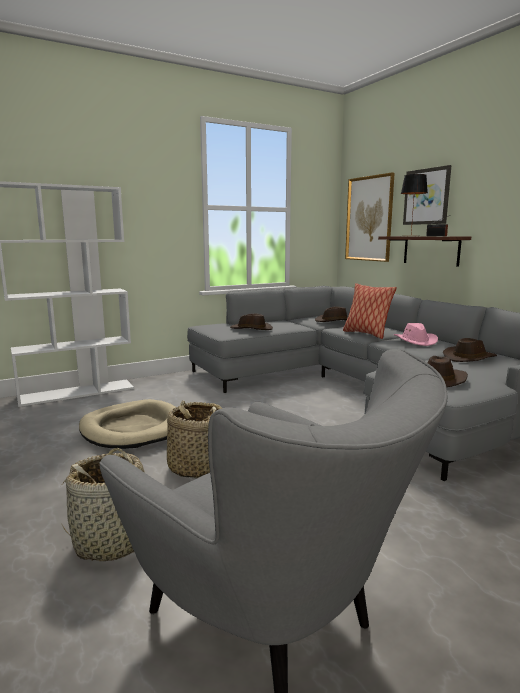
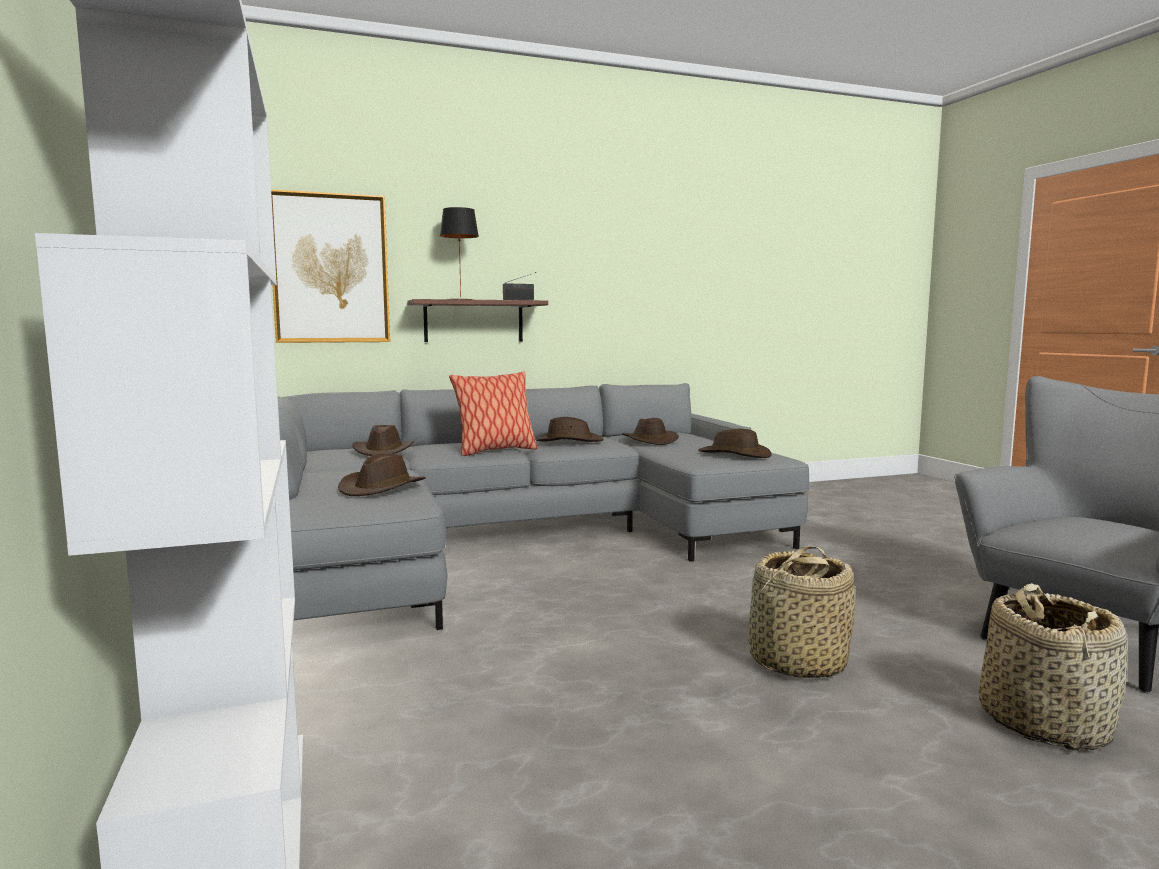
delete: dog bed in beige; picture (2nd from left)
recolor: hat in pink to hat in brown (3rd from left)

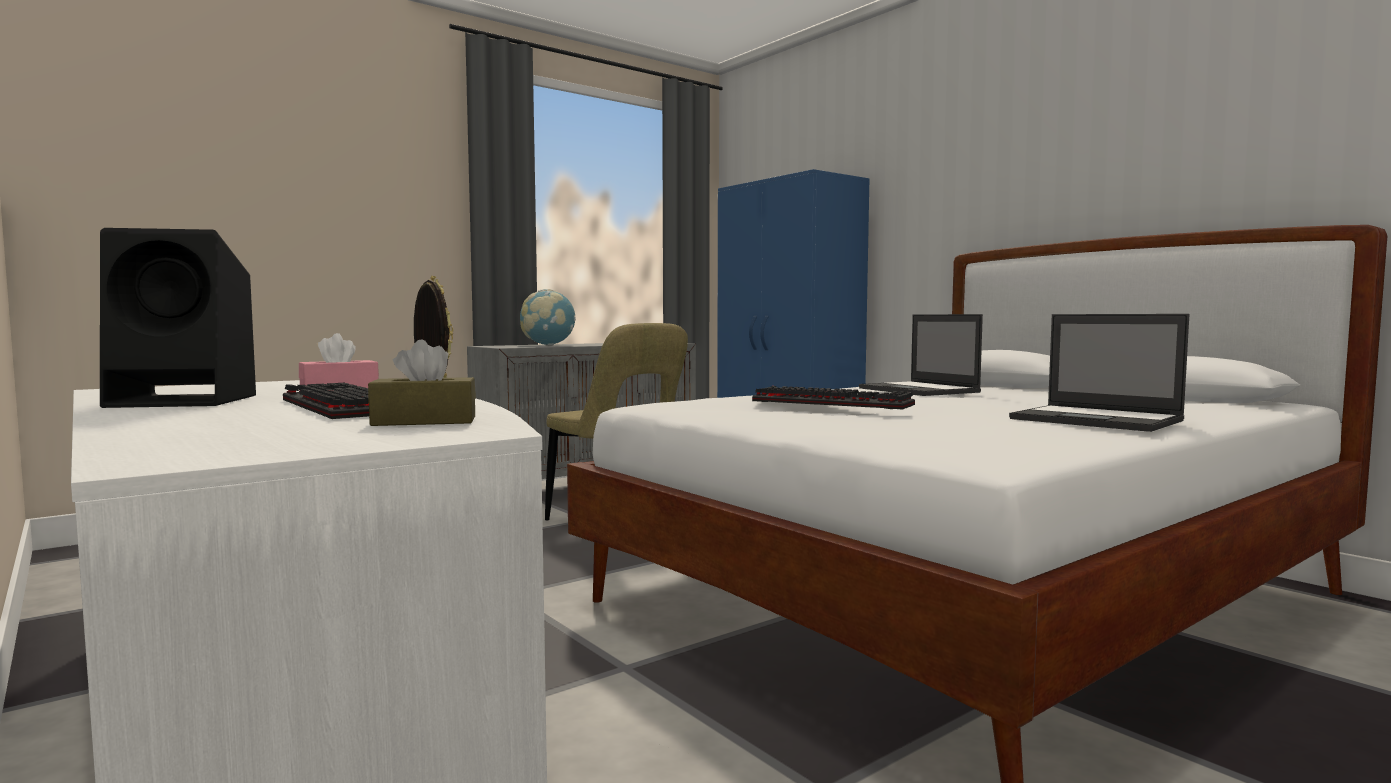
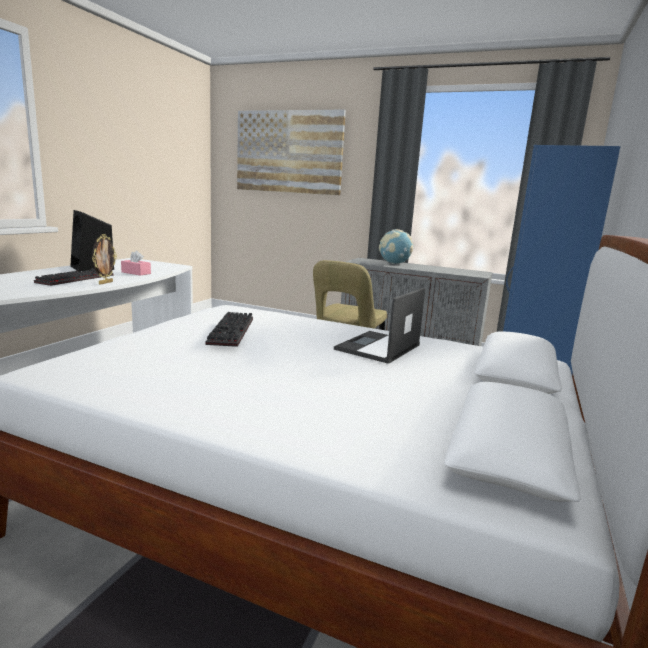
delete: tissue box in brown; laptop (2nd from left)
insert: picture

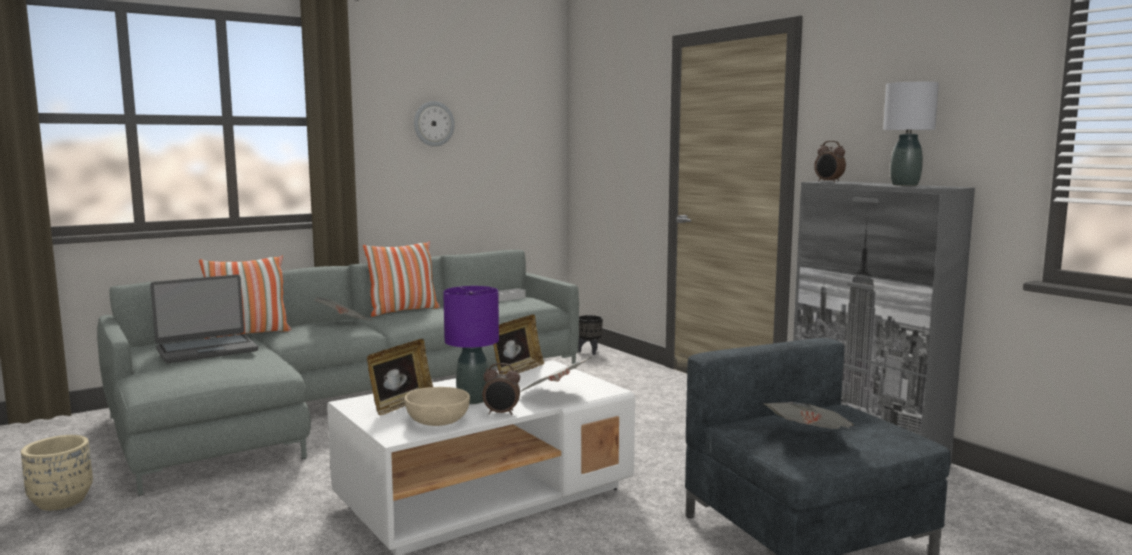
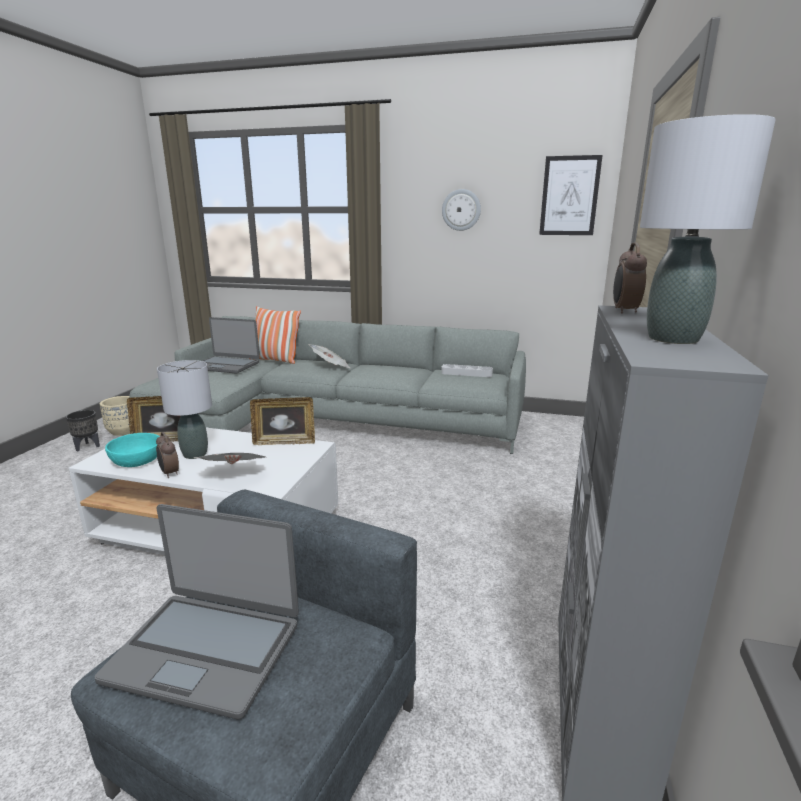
delete: pillow (2nd from left)
insert: picture
move: planter in black
replace: newspaper (3rd from left) to laptop (1st from left)
recolor: bowl in beige to bowl in turquoise; table lamp in purple to table lamp in grey (1st from left)

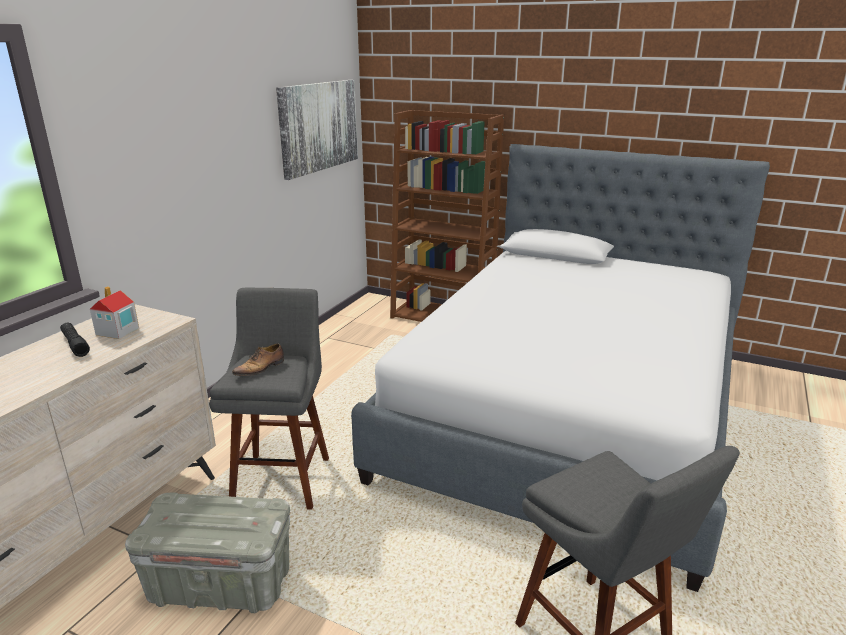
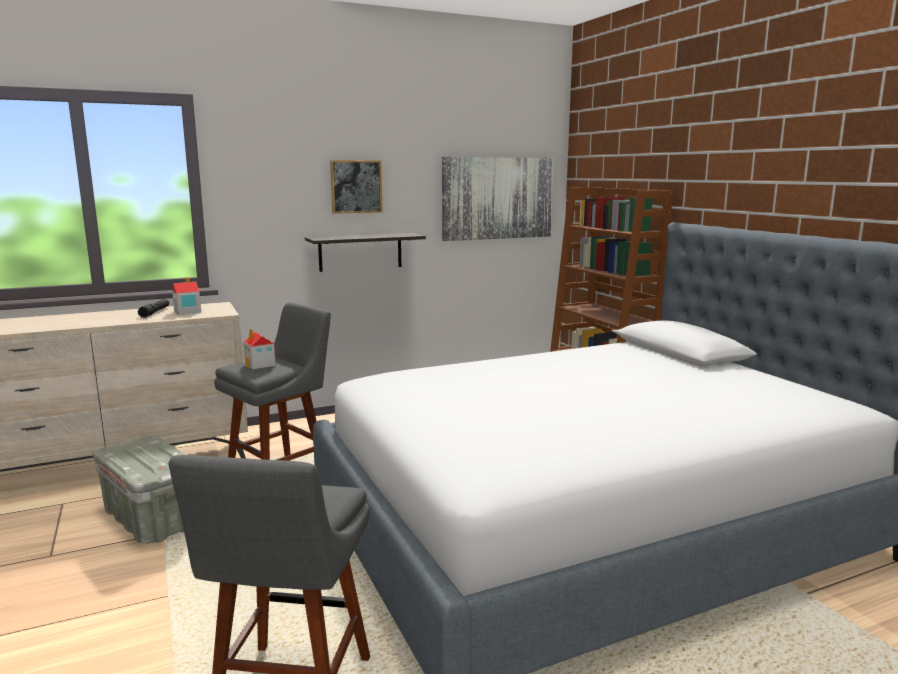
insert: shelf; picture (1st from left)
replace: shoe to toy house (2nd from left)

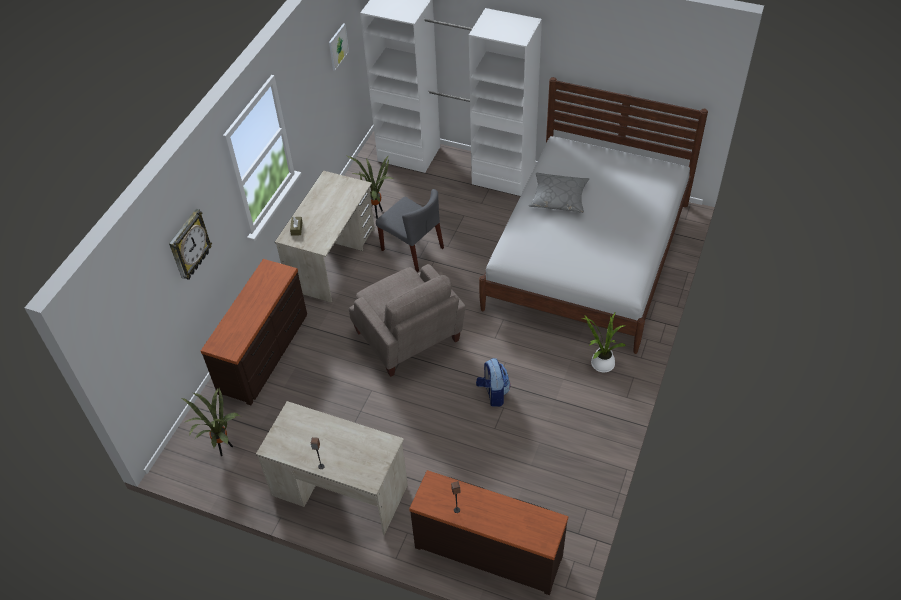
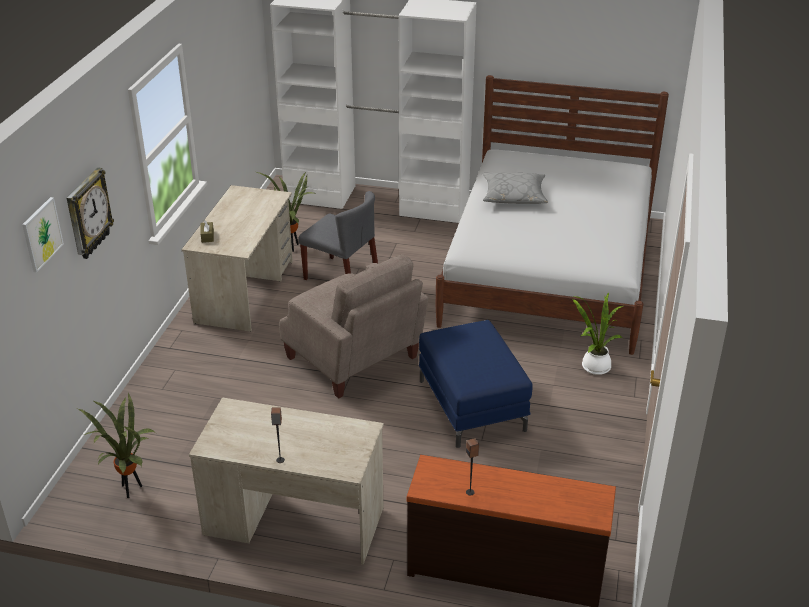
delete: dresser in brown (1st from left)
move: picture
replace: backpack to ottoman in blue

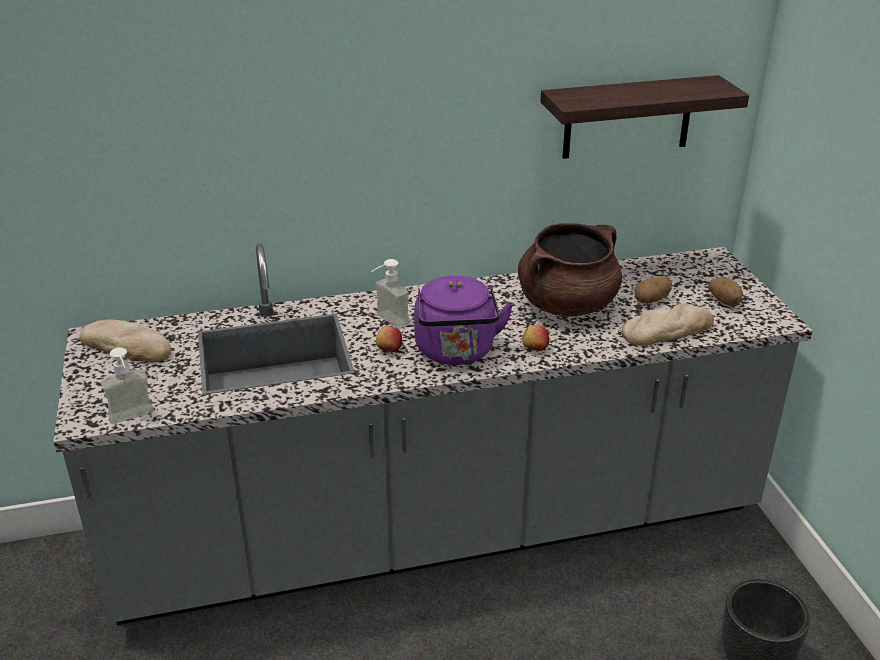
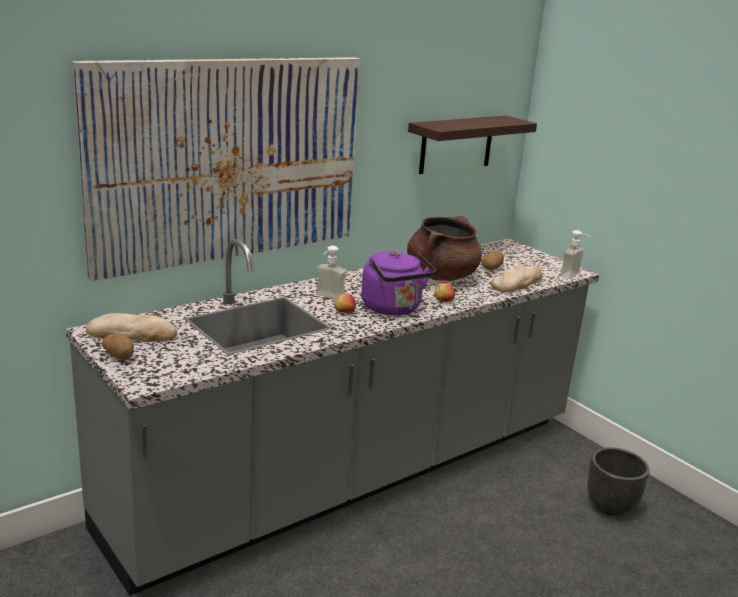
insert: picture
move: soap dispenser (1st from left in the first image) to soap dispenser (2nd from left); potato (2nd from left in the first image) to potato (1st from left)

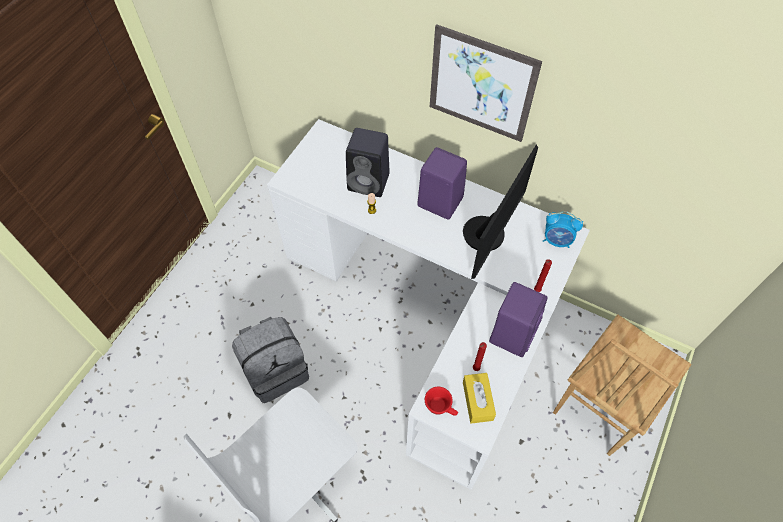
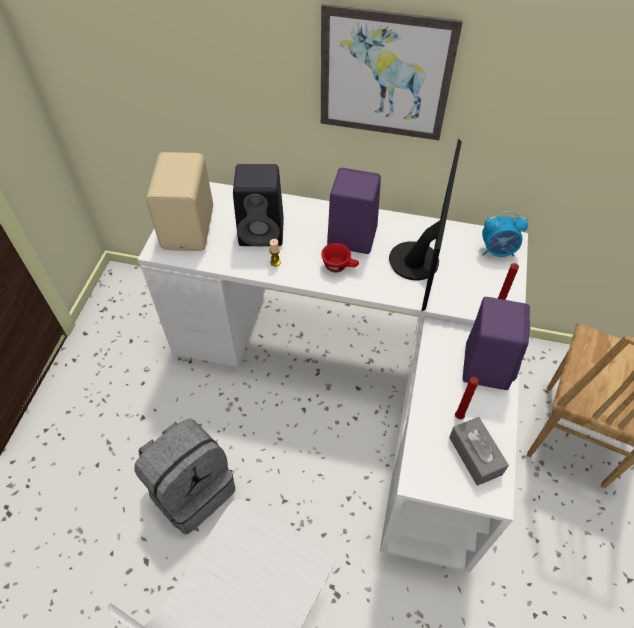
insert: speaker in beige
move: cup in red
recolor: tissue box in yellow to tissue box in grey

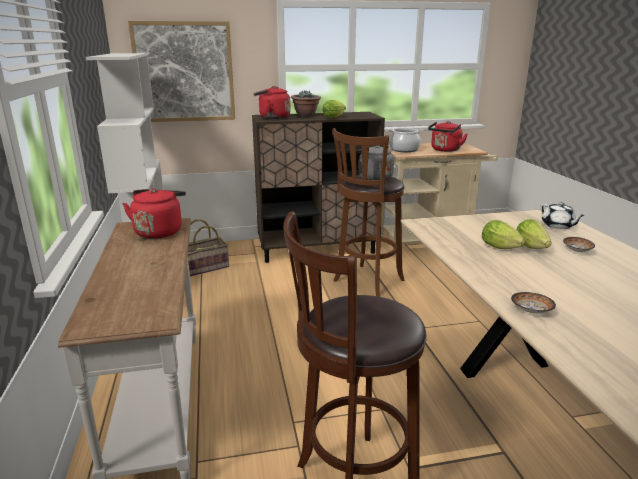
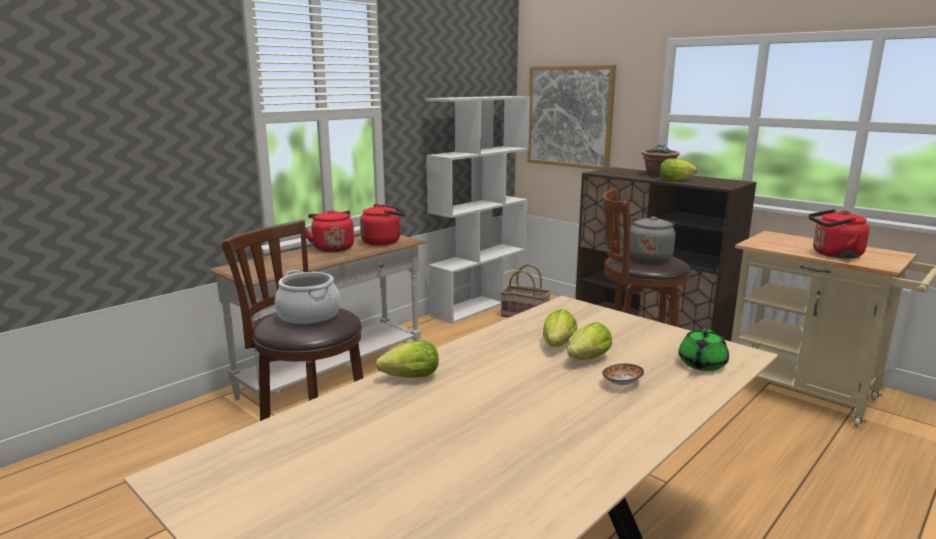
move: kettle in red (2nd from left in the first image) to kettle in red (1st from left); cooking pot
replace: bowl (1st from left) to lettuce (1st from left)
recolor: teapot in white to teapot in green

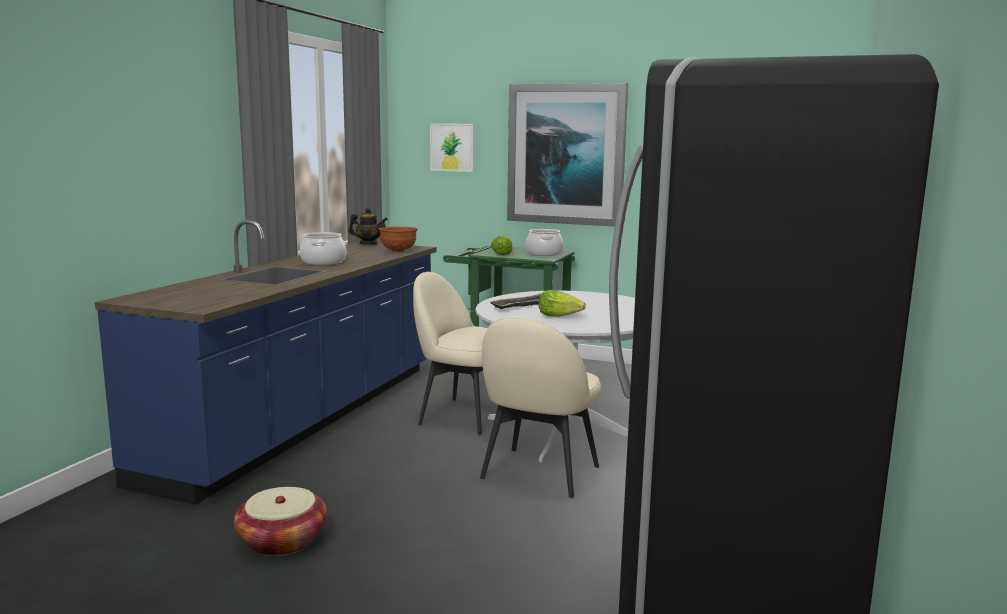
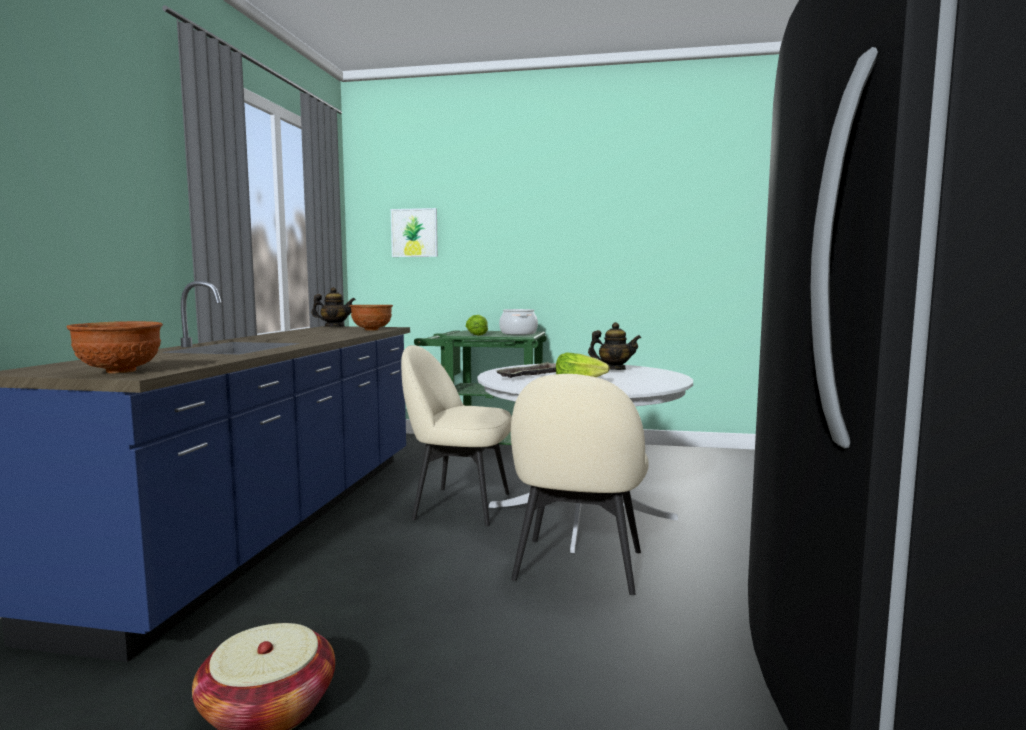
delete: cooking pot (1st from left); picture (2nd from left)
insert: bowl in brown (1st from left); teapot (2nd from left)

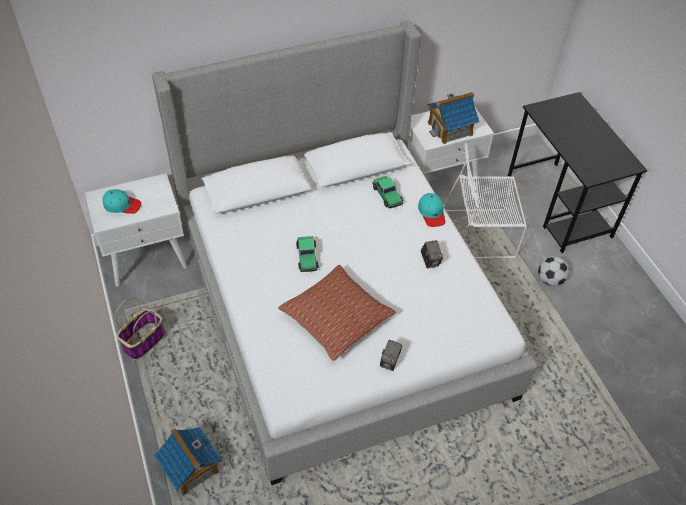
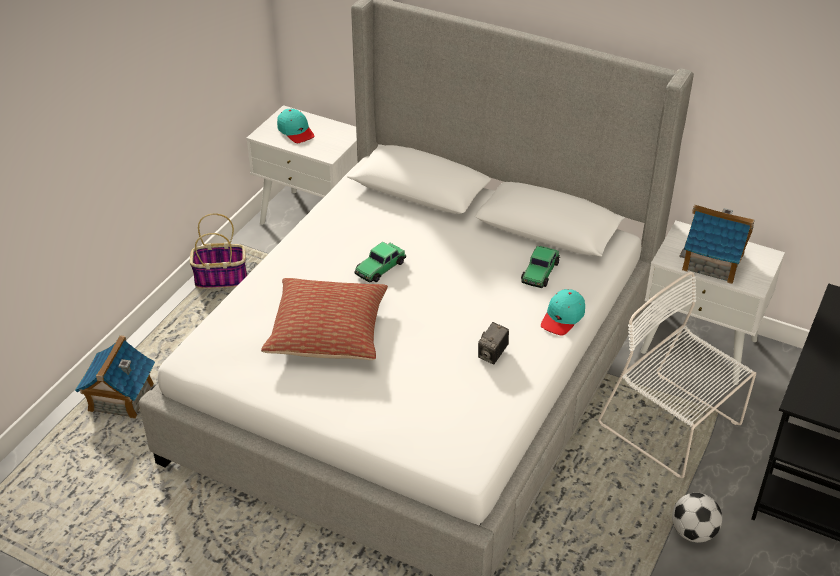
delete: photo camera (1st from left)

